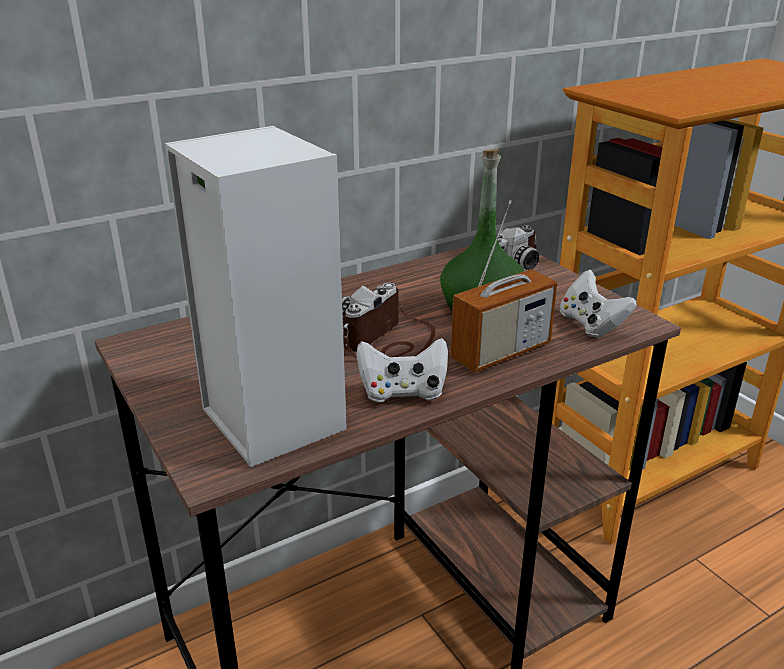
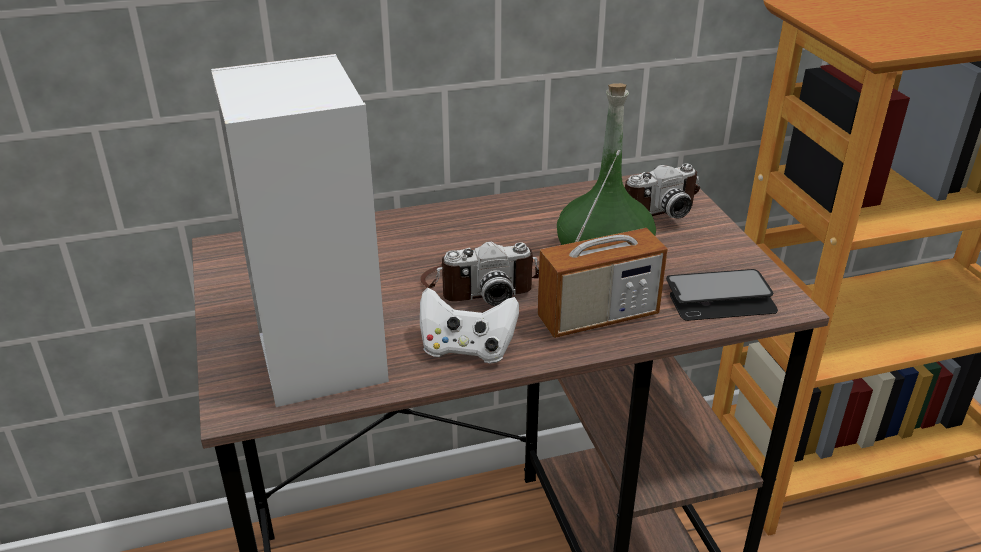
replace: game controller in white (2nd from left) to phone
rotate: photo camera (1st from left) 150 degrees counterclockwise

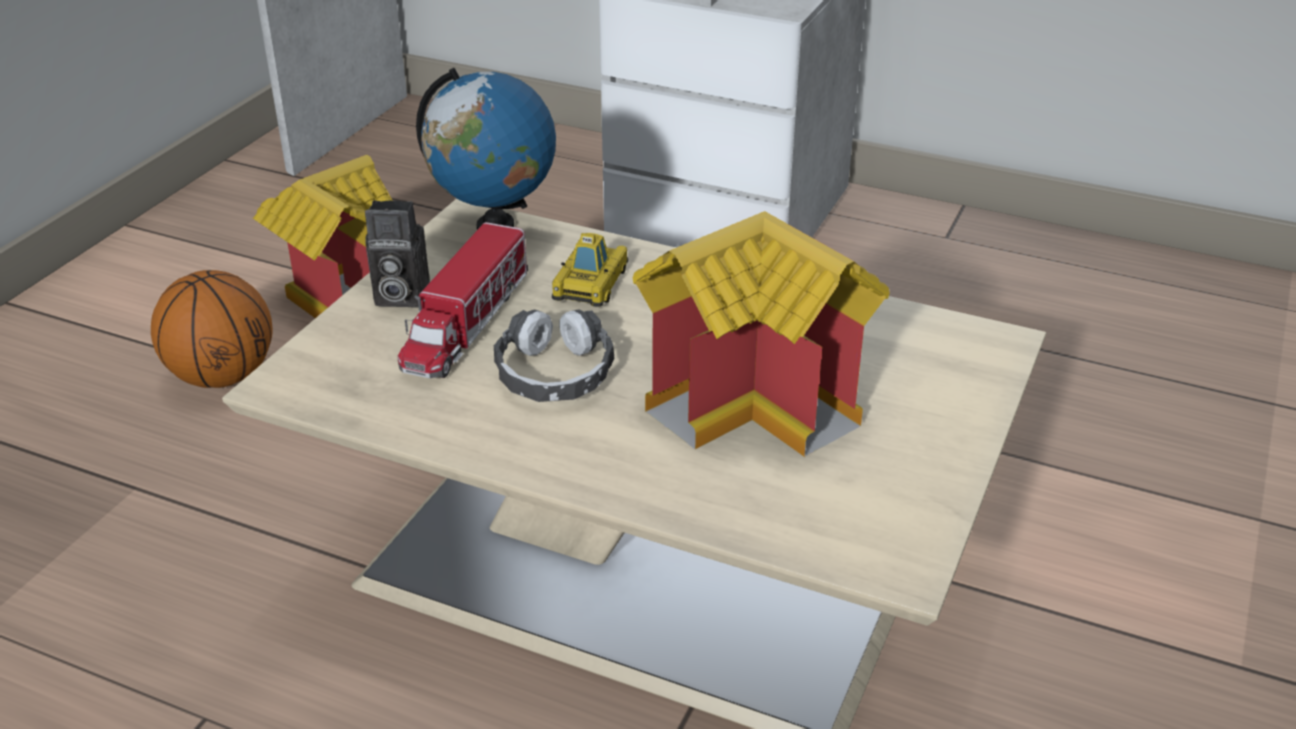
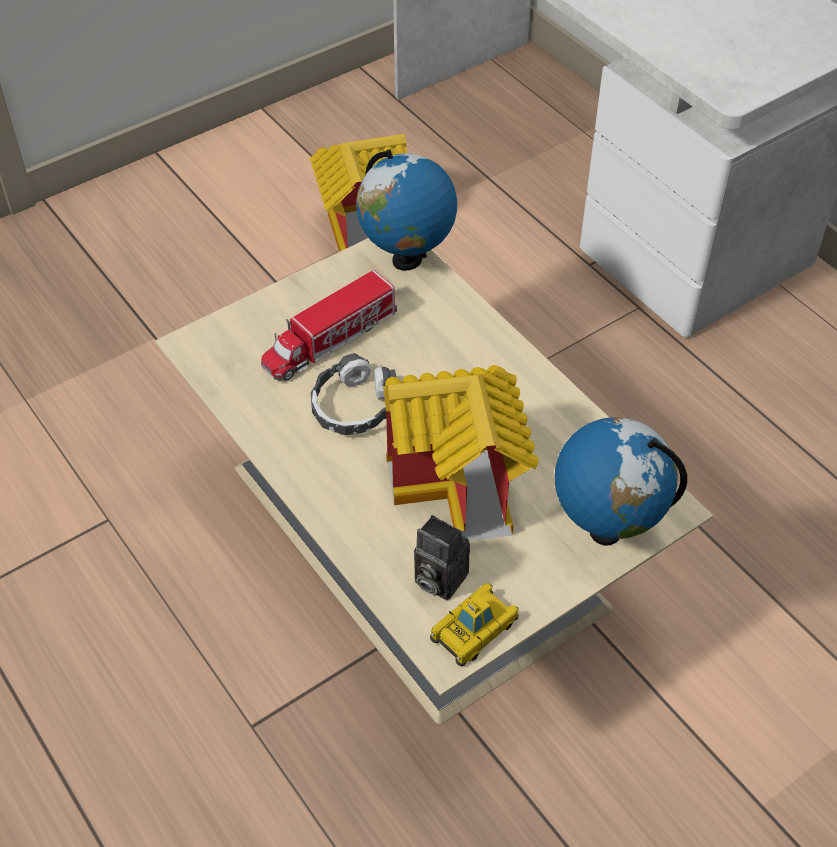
delete: basketball
insert: globe (2nd from left)
move: photo camera; toy car

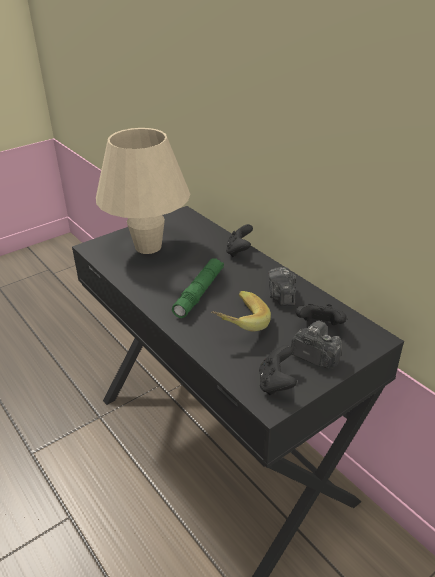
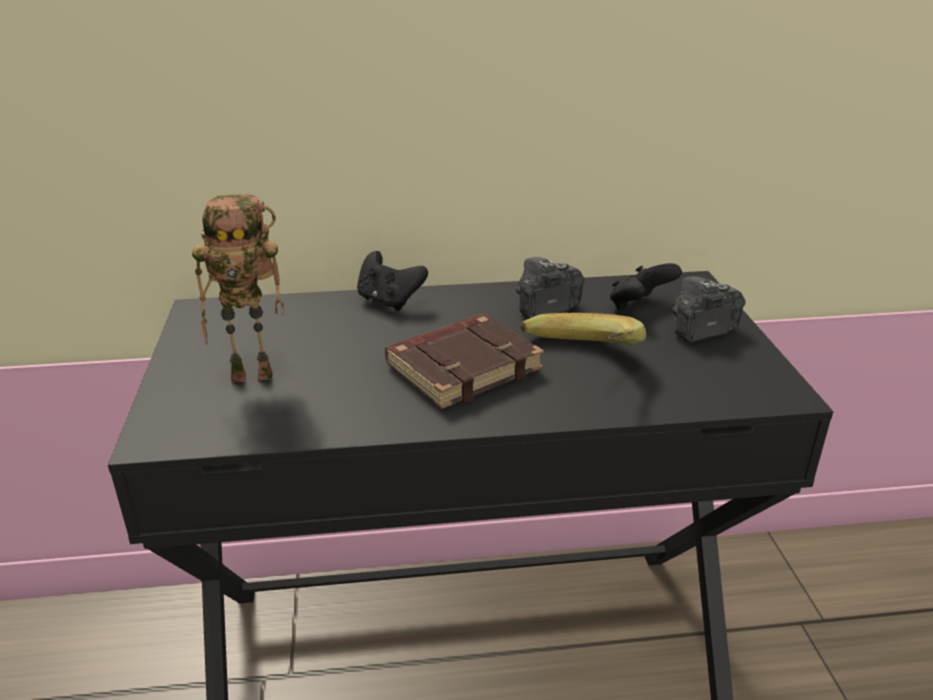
delete: game controller in black (2nd from left)
replace: table lamp in beige to toy robot; flashlight in green to book in brown
rotate: photo camera (1st from left) 120 degrees clockwise

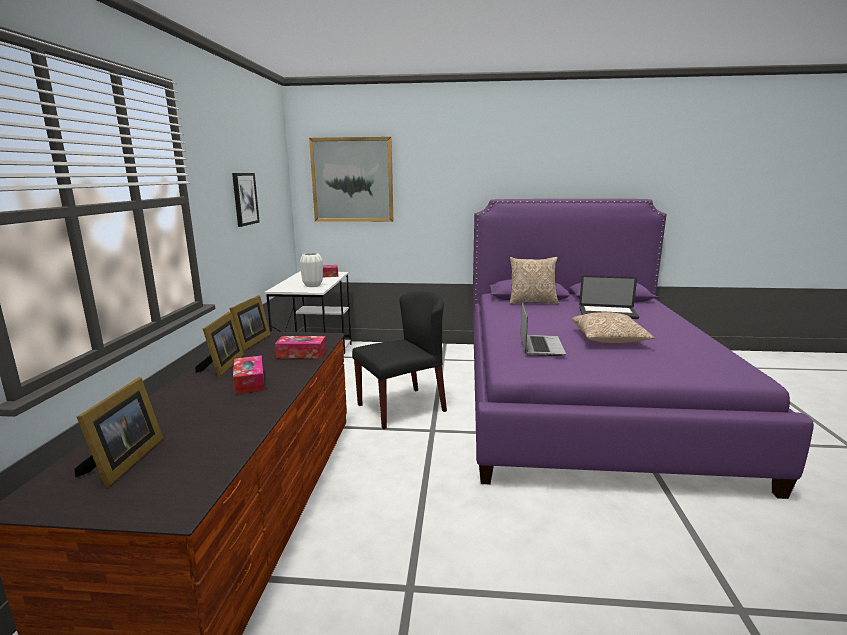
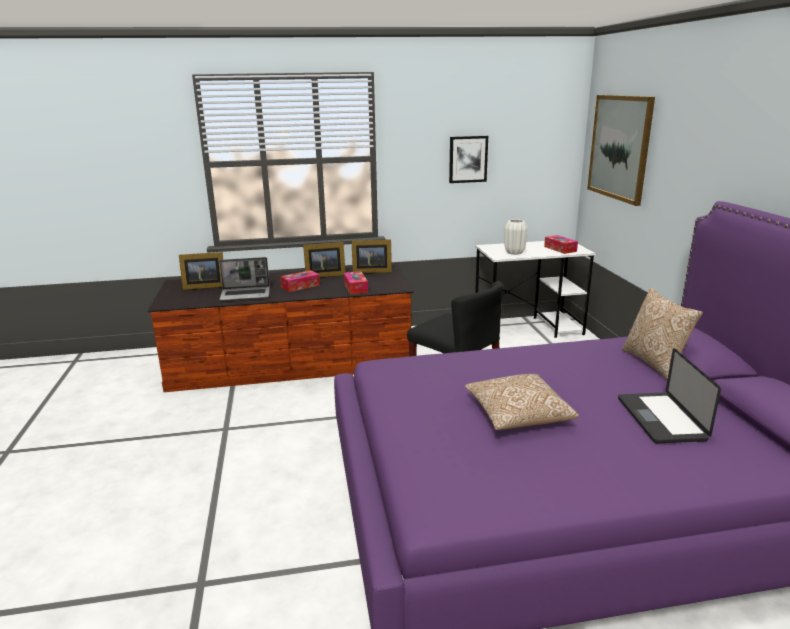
move: laptop (1st from left)

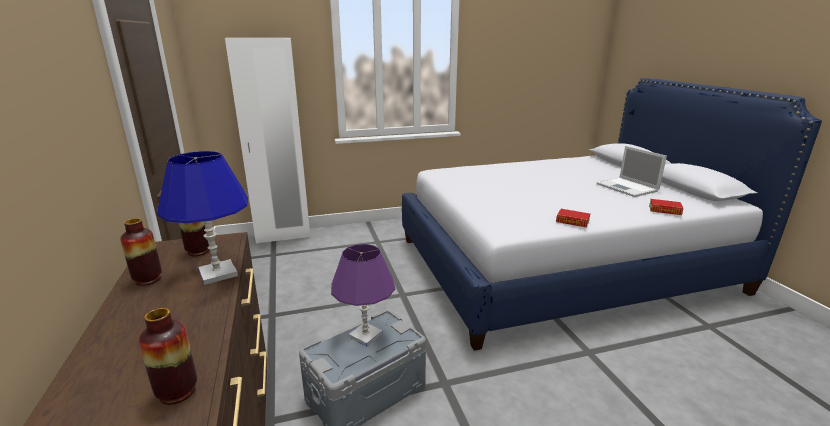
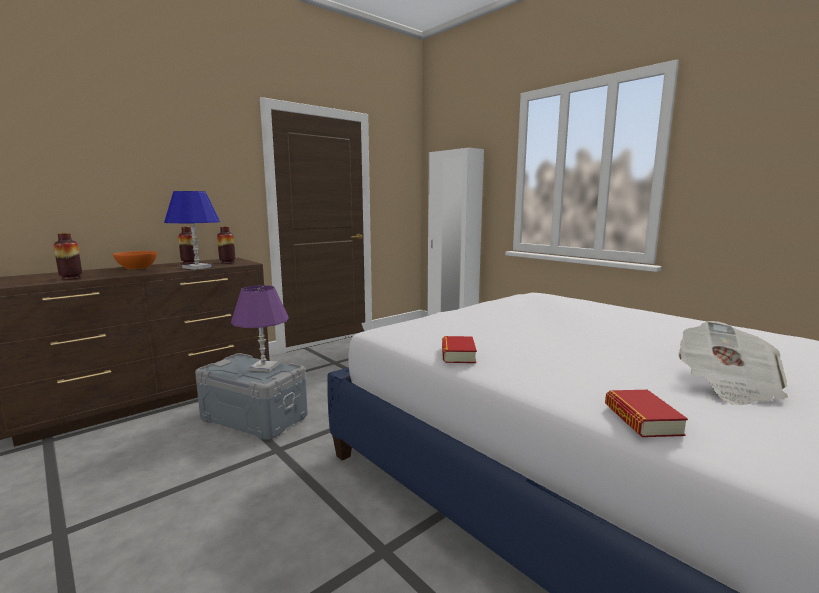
insert: bowl in orange
replace: laptop to newspaper

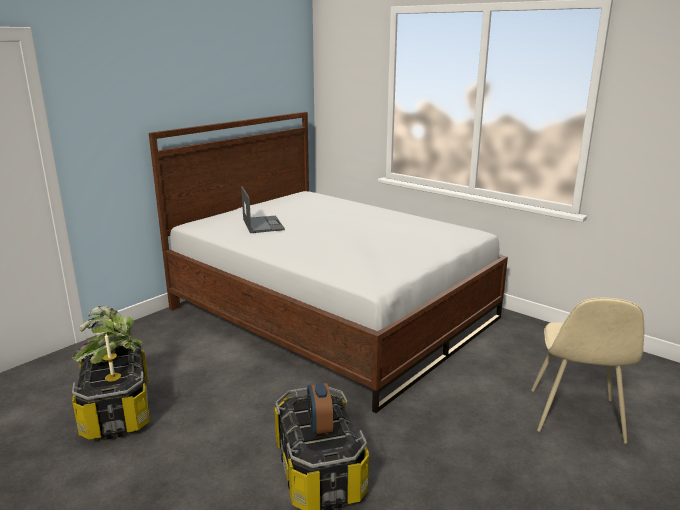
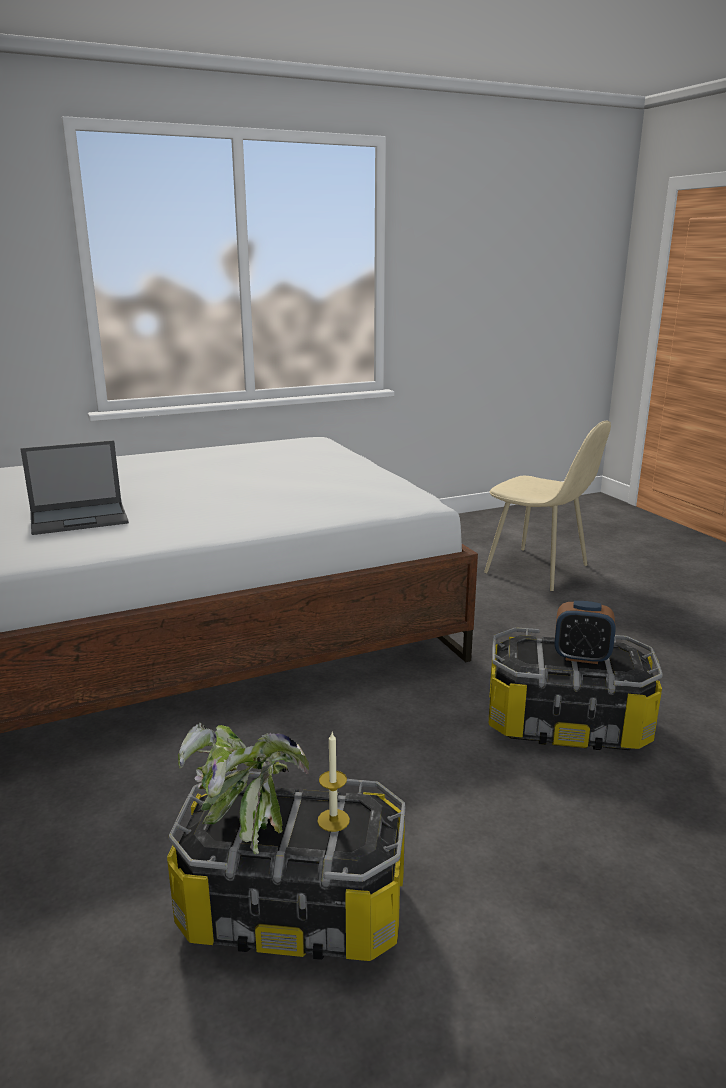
rotate: laptop 150 degrees clockwise

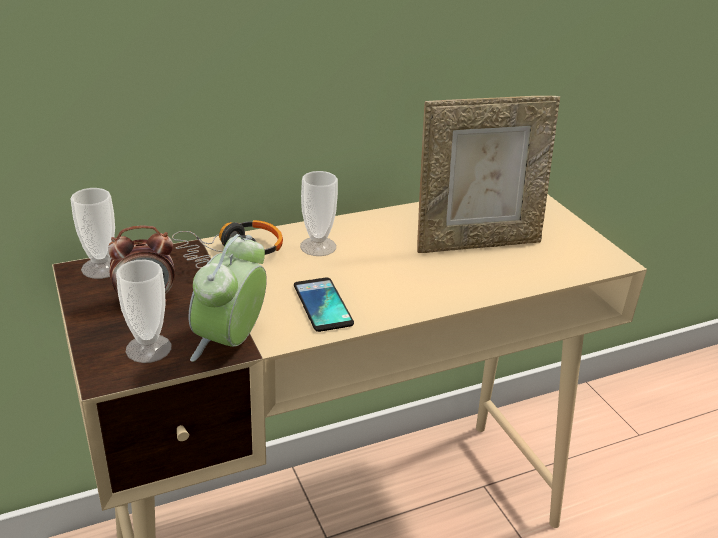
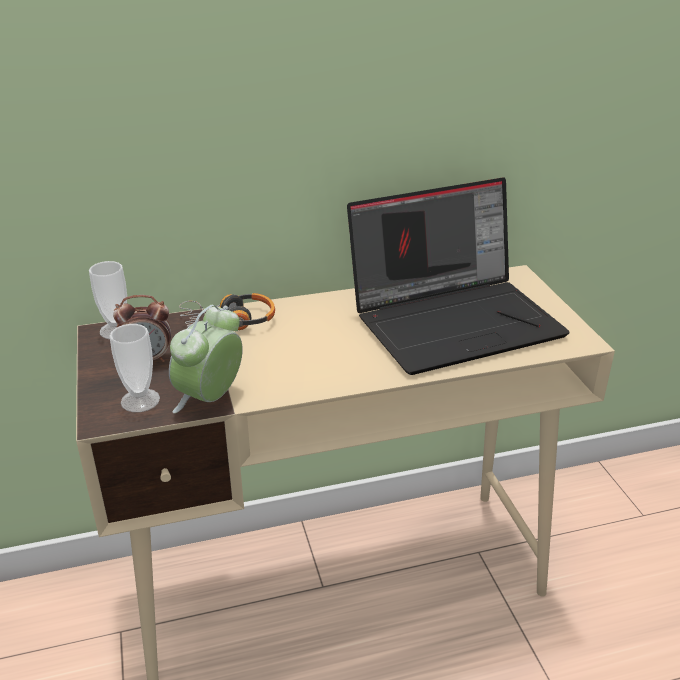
delete: phone; cup (3rd from left)
replace: picture frame to laptop

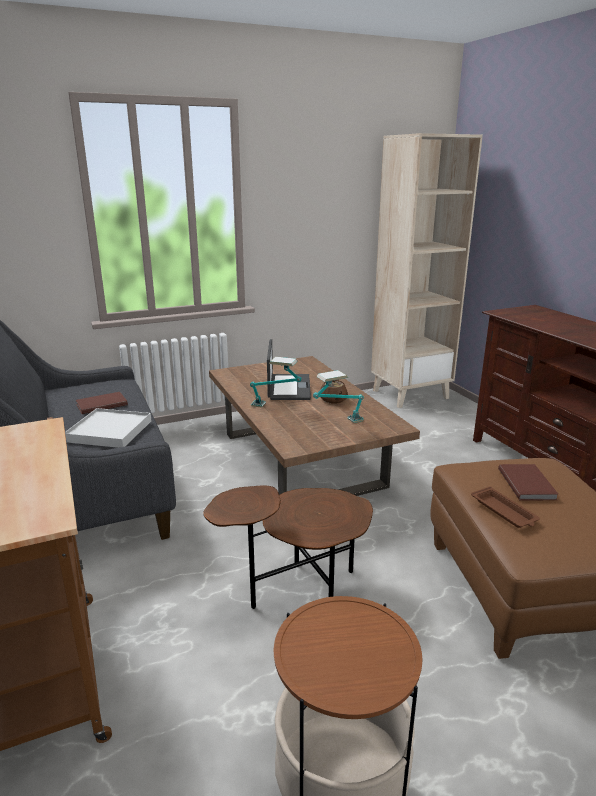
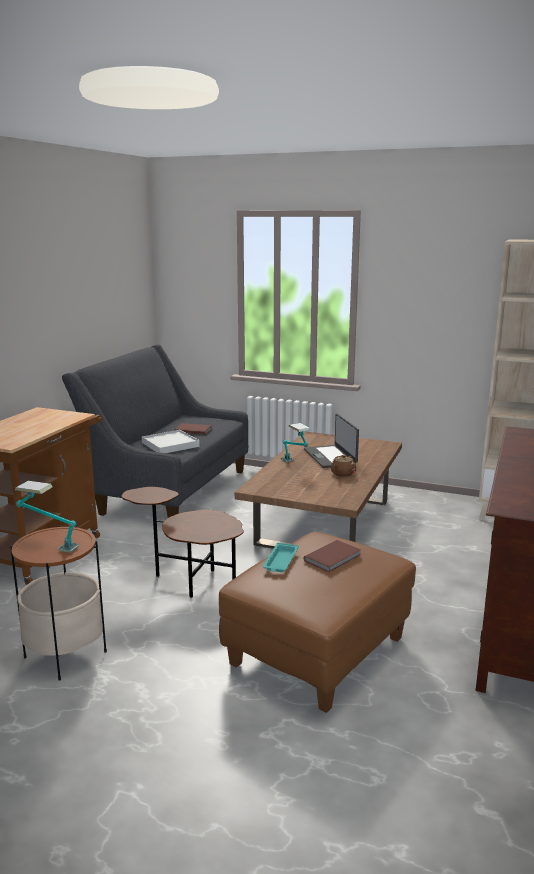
move: table lamp (2nd from left in the first image) to table lamp (1st from left)
recolor: tray in brown to tray in turquoise
rotate: laptop 120 degrees clockwise

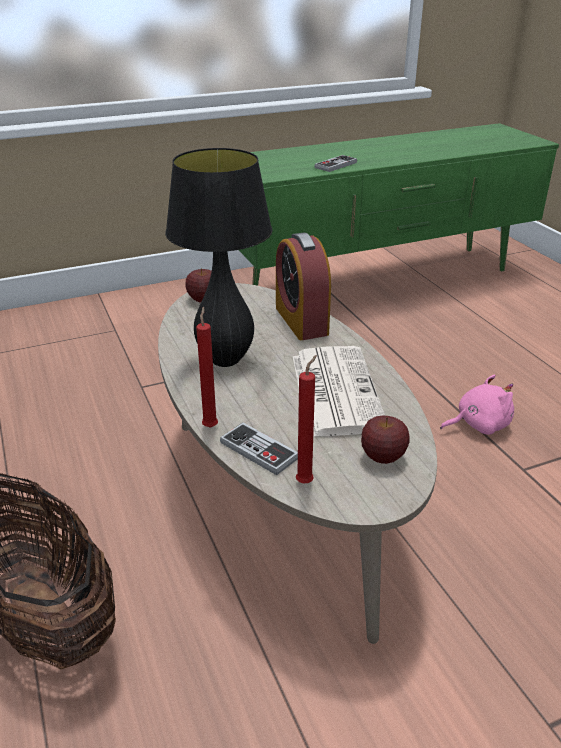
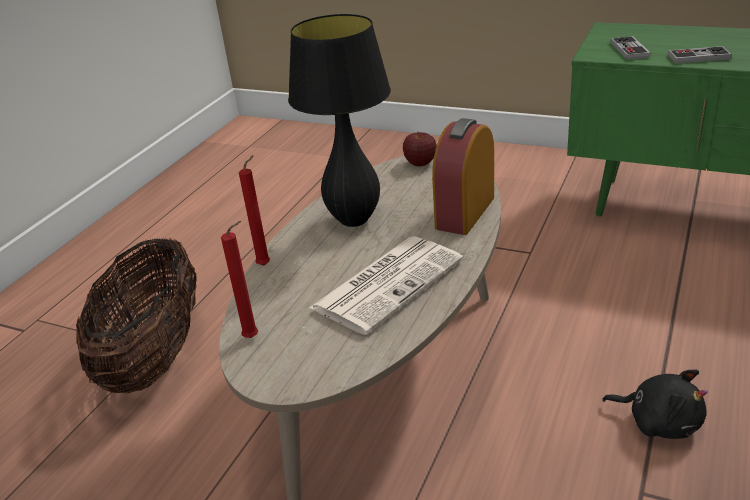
delete: apple (2nd from left)
move: game controller (1st from left)
recolor: plush toy in pink to plush toy in black

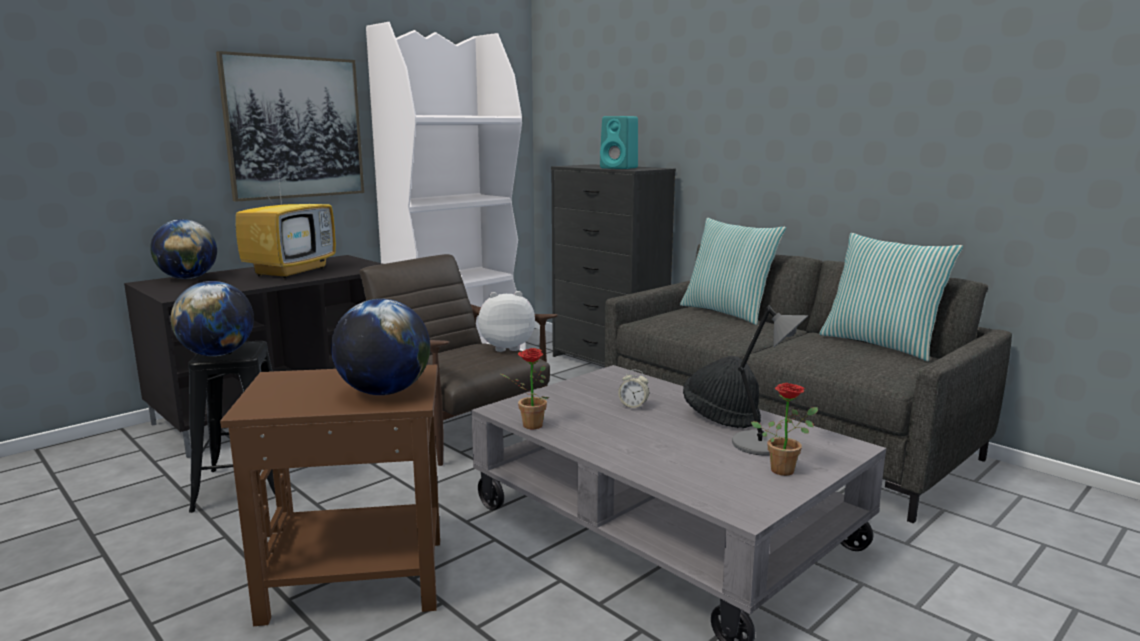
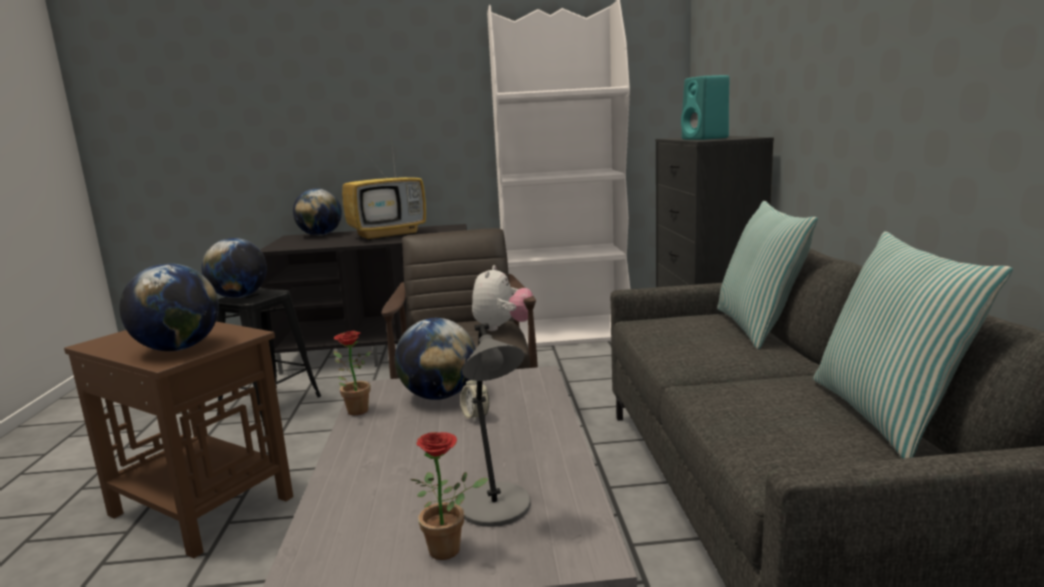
delete: picture; hat in black
insert: globe (4th from left)
rotate: plush toy 75 degrees clockwise

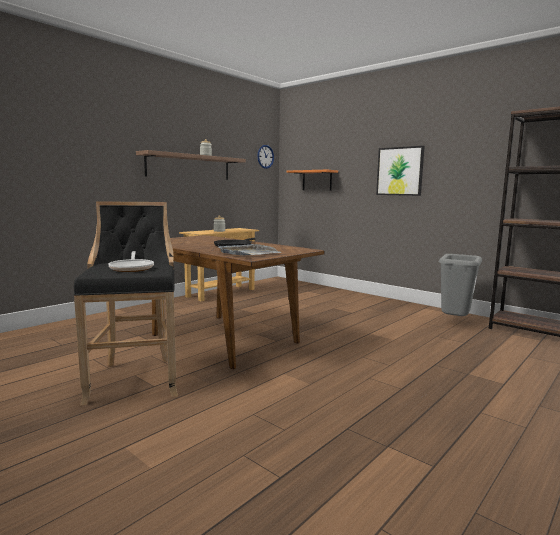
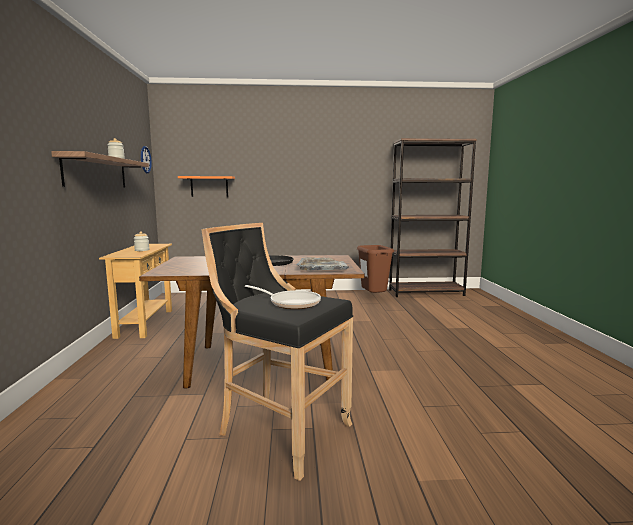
delete: picture
recolor: trash can in grey to trash can in brown

